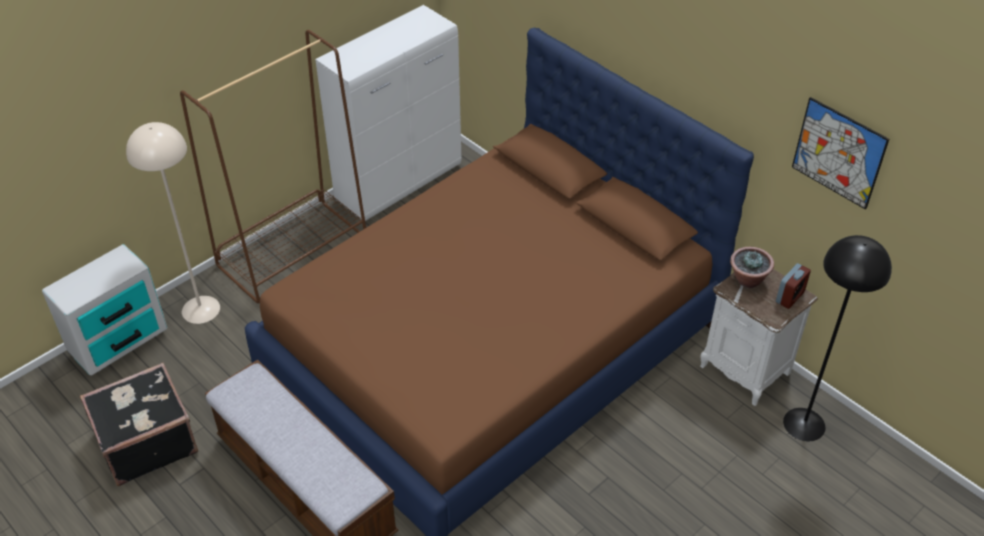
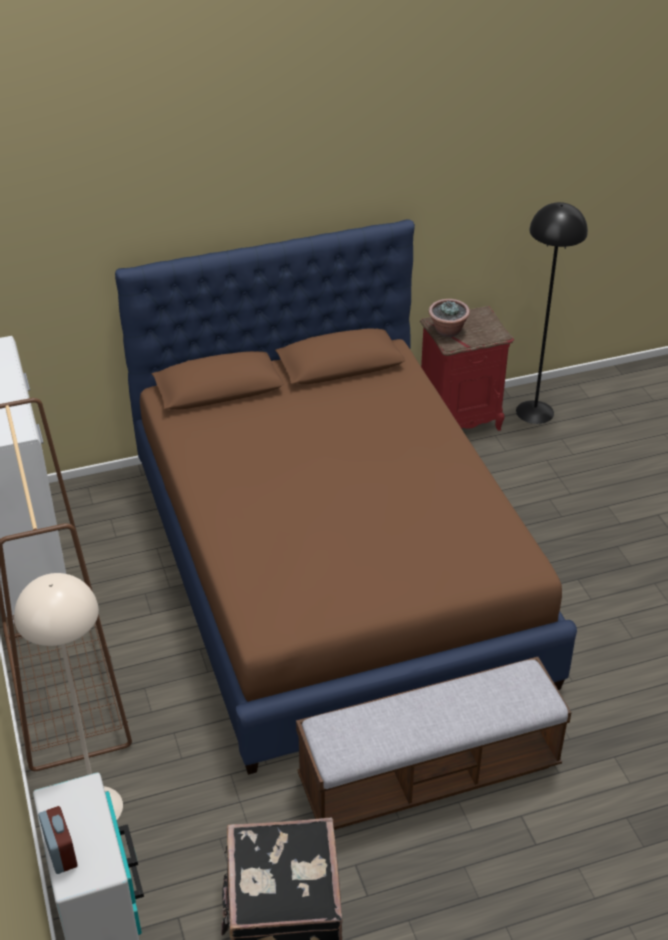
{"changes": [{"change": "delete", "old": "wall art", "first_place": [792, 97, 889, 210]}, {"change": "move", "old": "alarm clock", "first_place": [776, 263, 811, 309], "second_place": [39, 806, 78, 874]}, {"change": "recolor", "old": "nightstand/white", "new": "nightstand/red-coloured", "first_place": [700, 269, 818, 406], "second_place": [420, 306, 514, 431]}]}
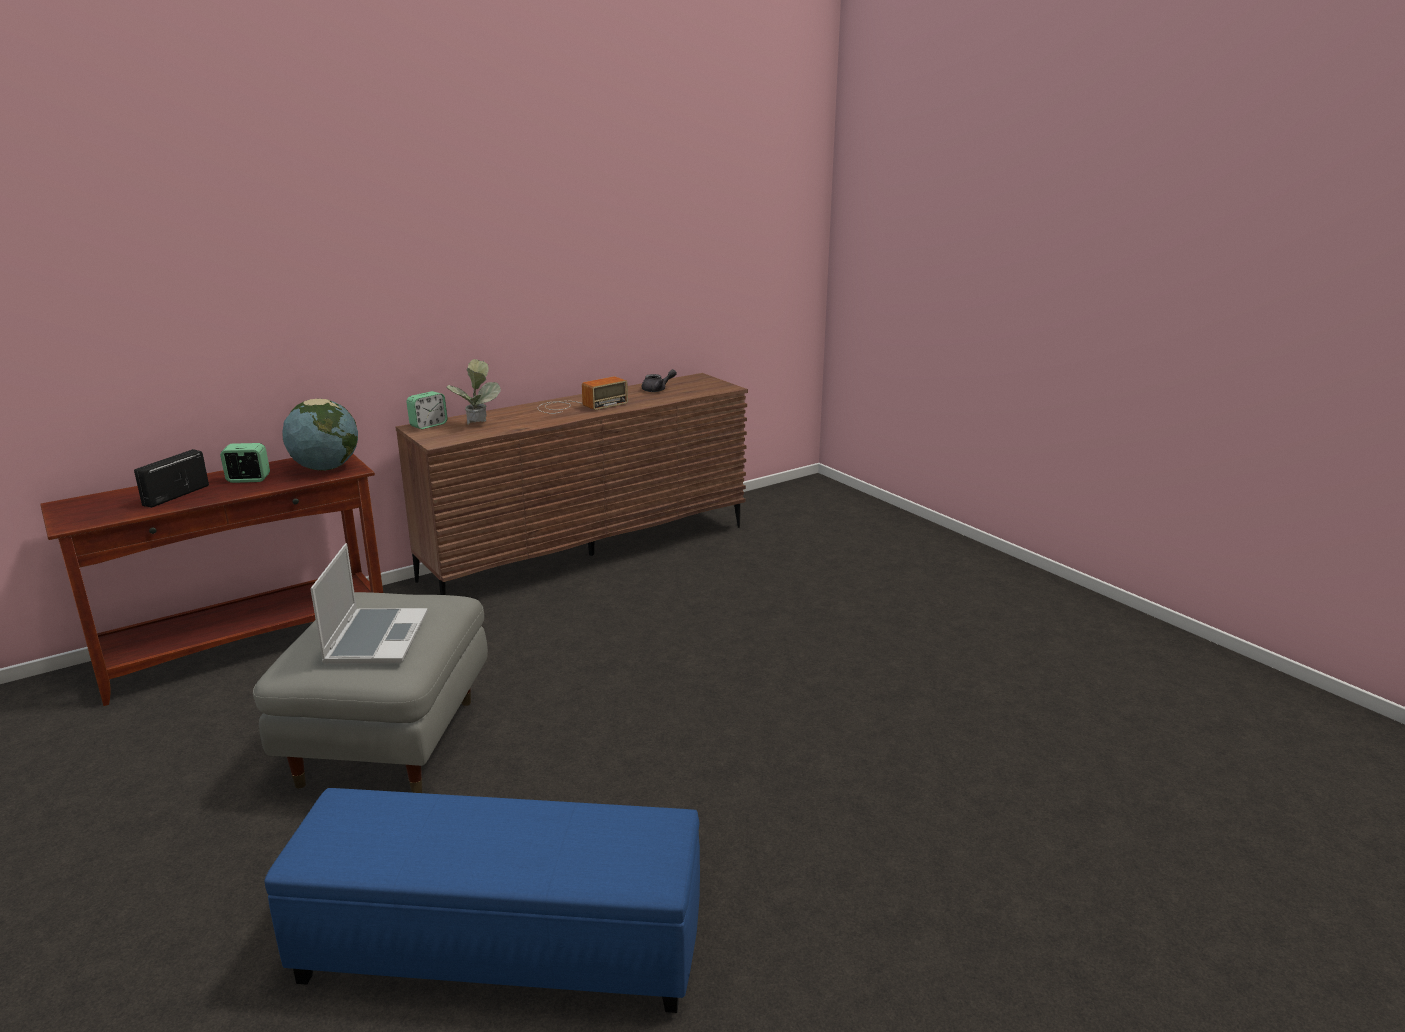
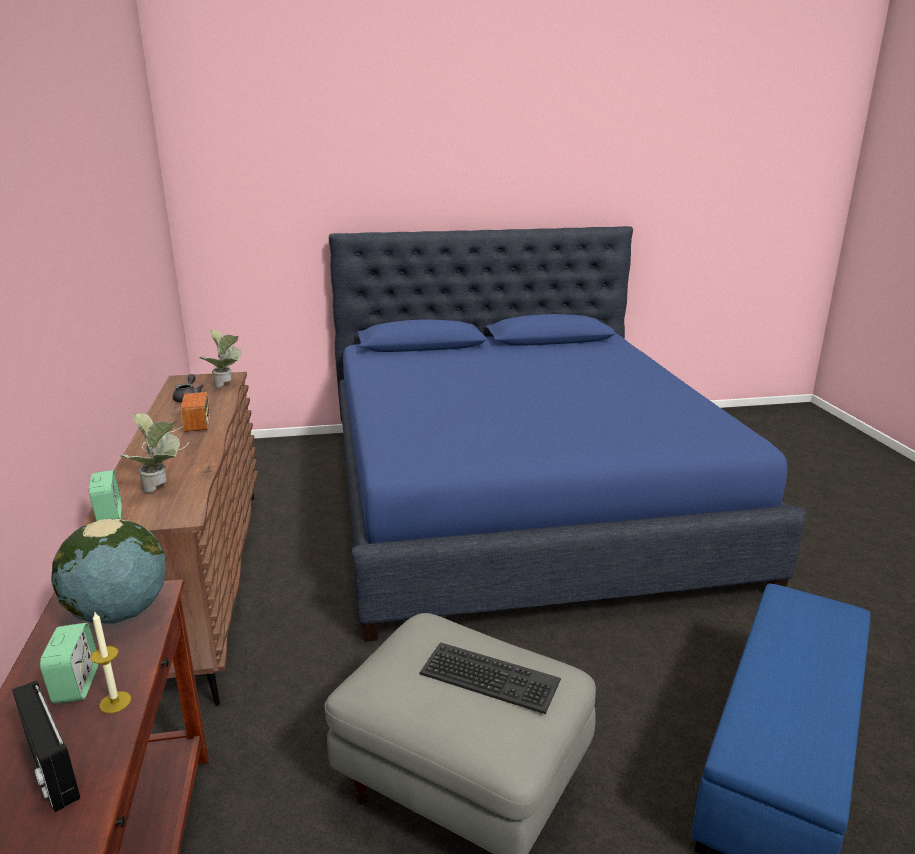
{"changes": [{"change": "rotate", "old": "alarm clock", "first_place": [220, 443, 270, 483], "second_place": [40, 623, 98, 704], "degrees": 150}, {"change": "replace", "old": "portable computer", "new": "computer keyboard", "first_place": [310, 543, 428, 664], "second_place": [419, 642, 561, 714]}, {"change": "insert", "new": "bed/bluish", "second_place": [329, 226, 806, 642]}, {"change": "insert", "new": "potted plant", "second_place": [200, 330, 242, 387]}, {"change": "insert", "new": "wax candle", "second_place": [90, 612, 131, 713]}]}
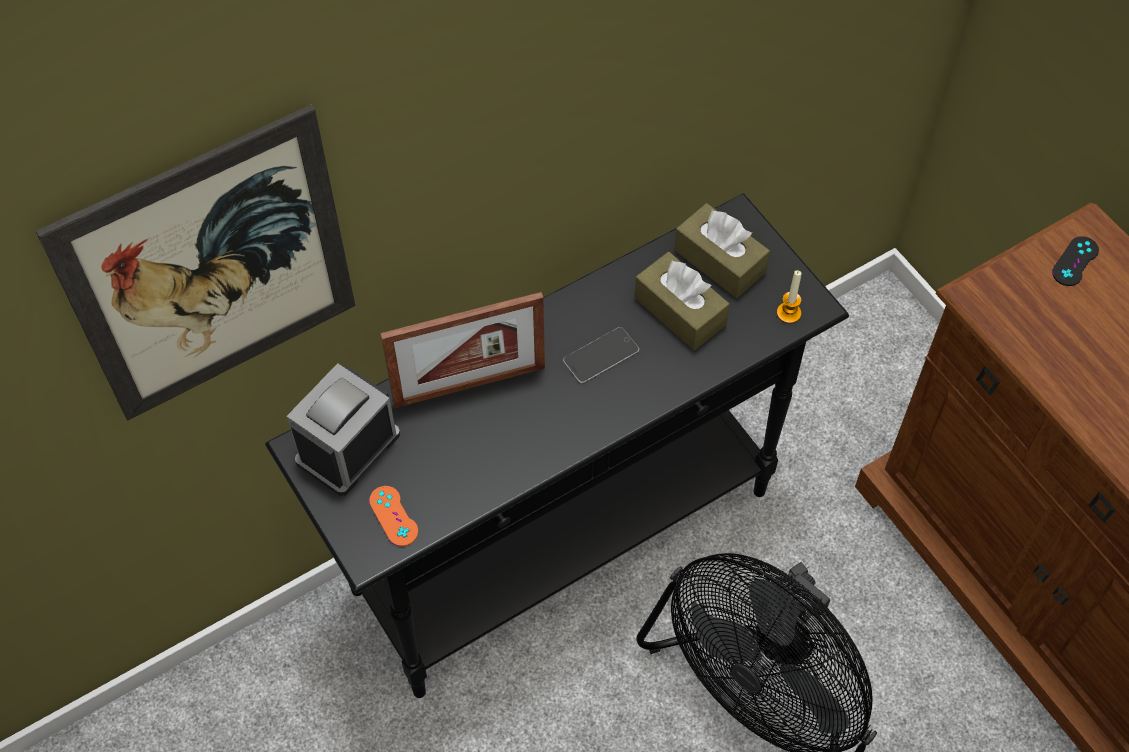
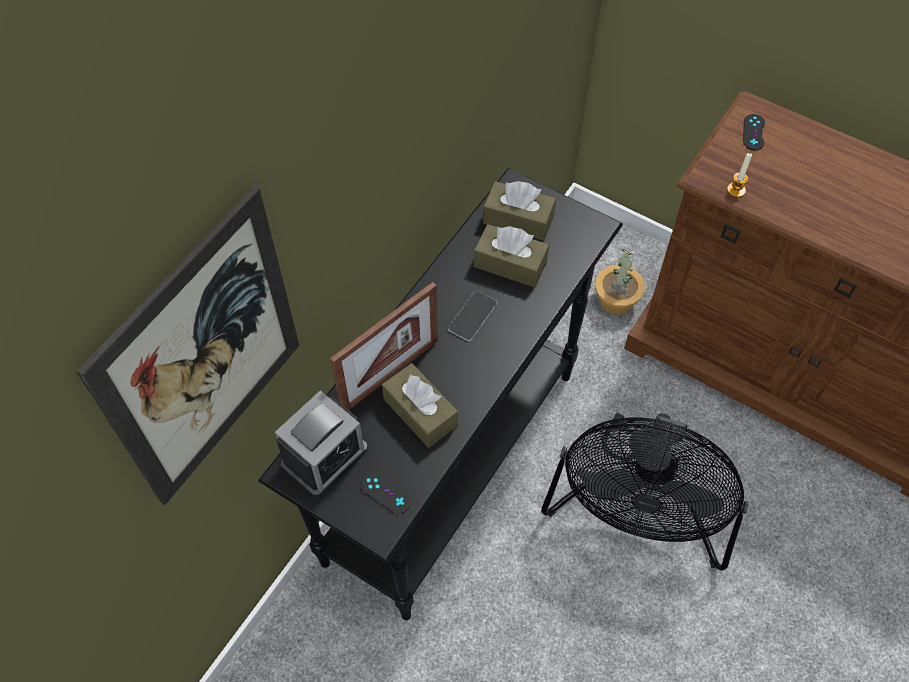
{"changes": [{"change": "move", "old": "wax candle", "first_place": [777, 270, 801, 324], "second_place": [727, 153, 752, 198]}, {"change": "rotate", "old": "alarm clock", "first_place": [287, 363, 400, 496], "second_place": [275, 390, 368, 497], "degrees": -150}, {"change": "recolor", "old": "game controller/orange-coloured", "new": "game controller/black-coloured", "first_place": [369, 486, 418, 546], "second_place": [361, 472, 412, 514]}, {"change": "insert", "new": "potted plant", "second_place": [595, 249, 645, 315]}, {"change": "insert", "new": "box of tissues/brown-coloured", "second_place": [382, 363, 458, 448]}]}
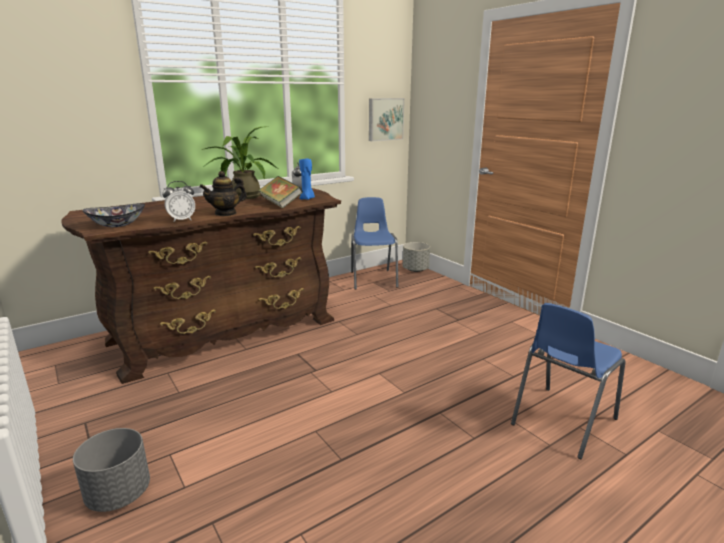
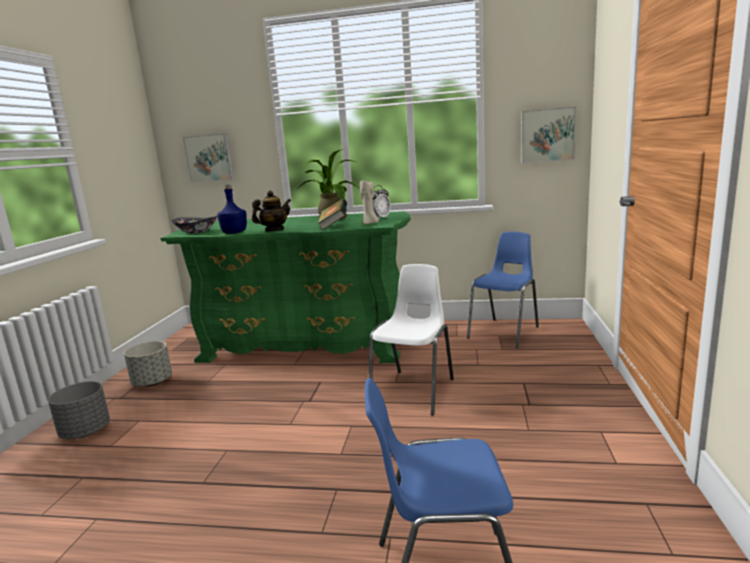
{"changes": [{"change": "recolor", "old": "wax candle/bluish", "new": "wax candle/beige-coloured", "first_place": [299, 159, 315, 200], "second_place": [360, 181, 379, 224]}, {"change": "rotate", "old": "tea pot", "first_place": [199, 171, 247, 216], "second_place": [252, 191, 291, 232], "degrees": 135}, {"change": "replace", "old": "alarm clock", "new": "drink bottle/bluish", "first_place": [162, 181, 195, 222], "second_place": [217, 185, 247, 234]}, {"change": "recolor", "old": "dresser/brown-coloured", "new": "dresser/green", "first_place": [61, 188, 341, 384], "second_place": [160, 211, 411, 363]}, {"change": "move", "old": "flower pot/grey", "first_place": [403, 242, 430, 272], "second_place": [124, 341, 172, 387]}, {"change": "insert", "new": "wall art", "second_place": [183, 133, 234, 183]}, {"change": "insert", "new": "chair/white", "second_place": [369, 264, 454, 415]}]}
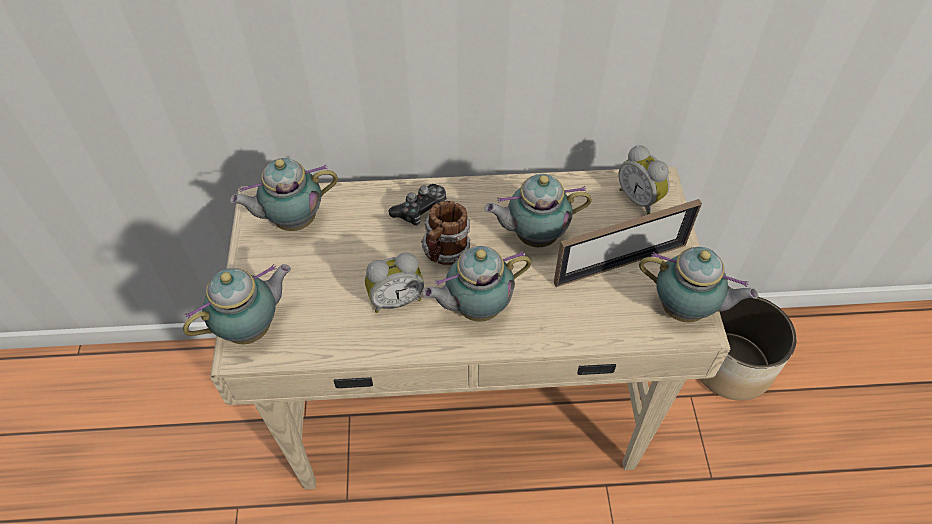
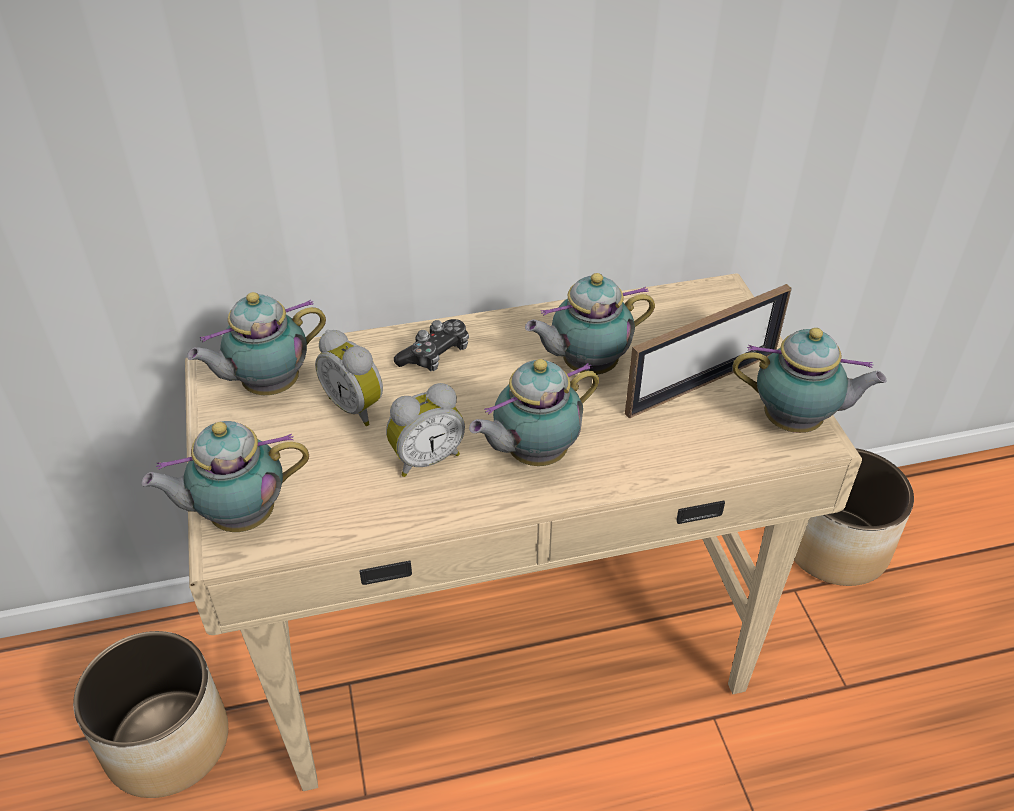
{"changes": [{"change": "move", "old": "alarm clock", "first_place": [618, 145, 670, 215], "second_place": [315, 330, 383, 426]}, {"change": "delete", "old": "tea mug", "first_place": [421, 201, 471, 265]}, {"change": "rotate", "old": "tea pot", "first_place": [183, 264, 291, 344], "second_place": [141, 421, 309, 532], "degrees": -150}, {"change": "insert", "new": "flower pot", "second_place": [73, 631, 228, 798]}]}
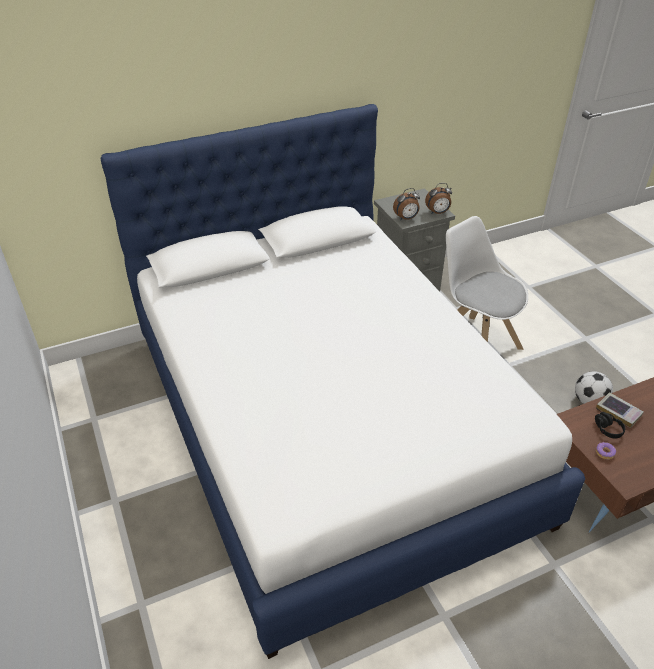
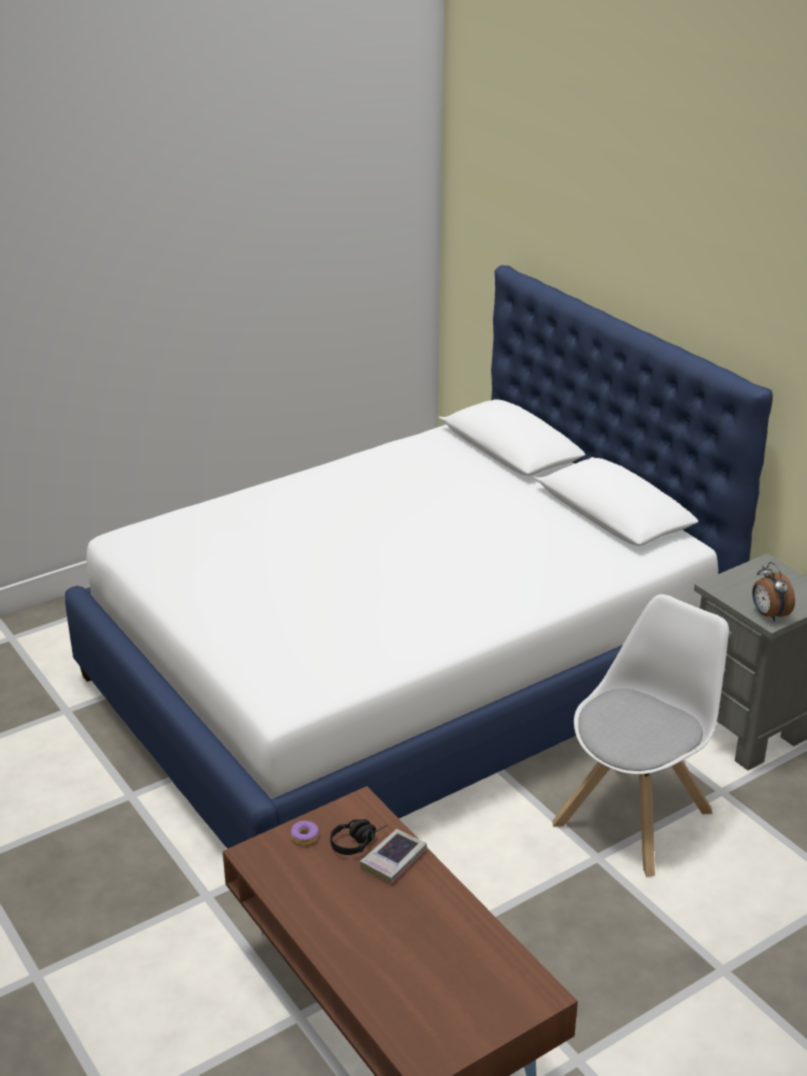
{"changes": [{"change": "delete", "old": "alarm clock", "first_place": [393, 188, 420, 220]}, {"change": "delete", "old": "football ball", "first_place": [575, 371, 613, 404]}]}
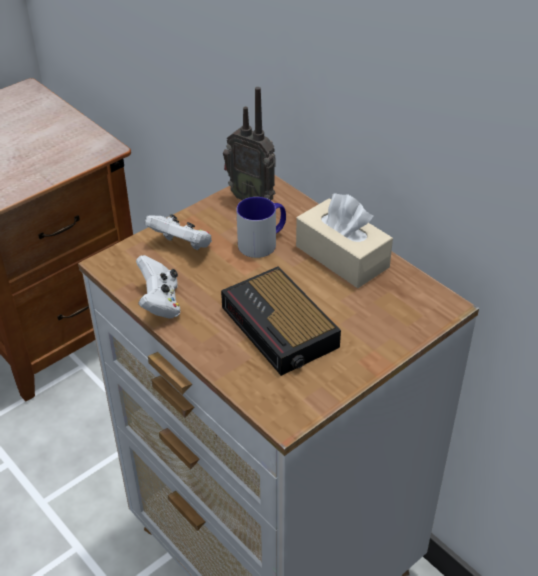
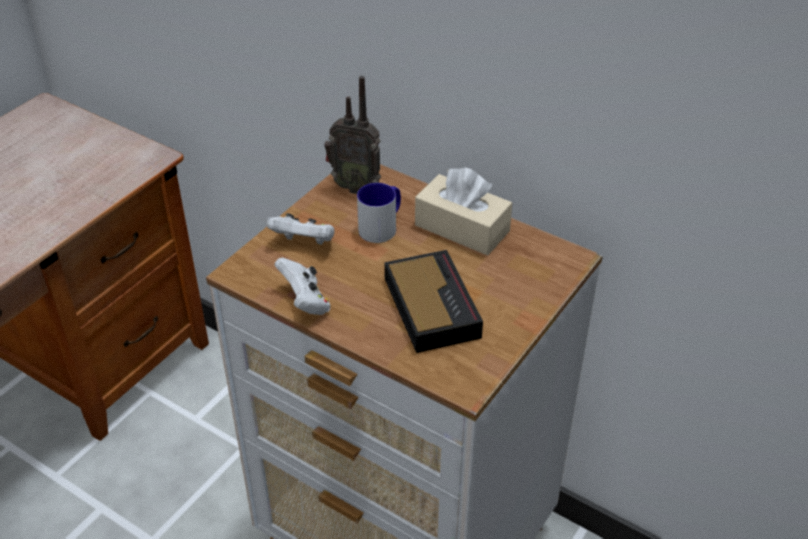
{"changes": [{"change": "rotate", "old": "alarm clock", "first_place": [221, 266, 341, 376], "second_place": [385, 250, 483, 353], "degrees": -150}]}
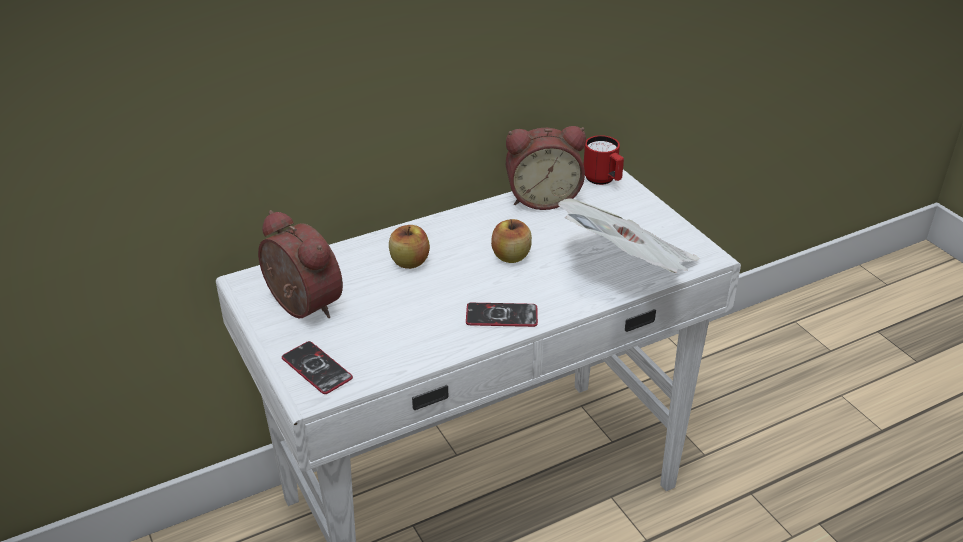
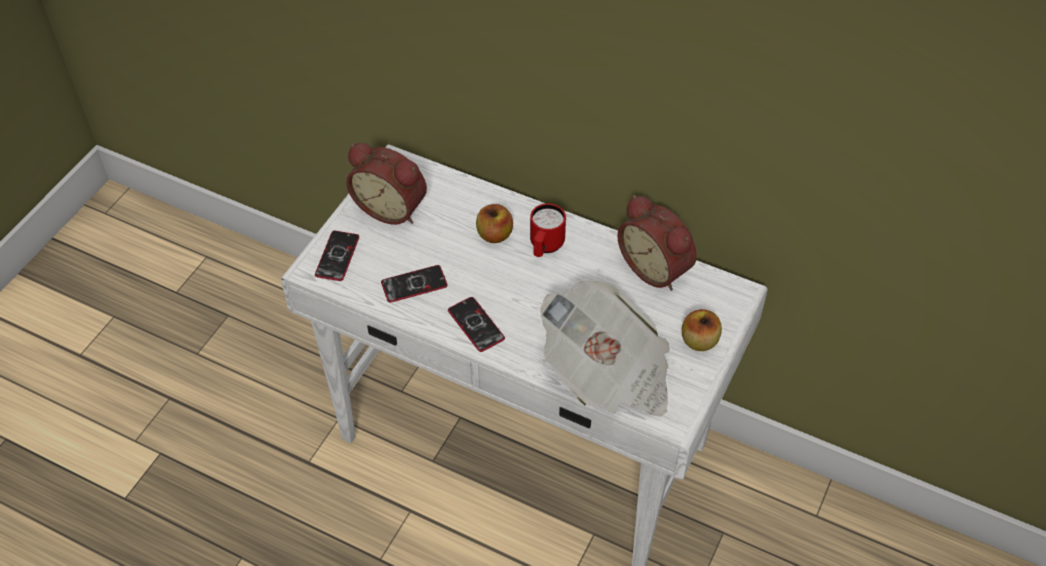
{"changes": [{"change": "move", "old": "tea mug/red-coloured", "first_place": [583, 135, 624, 185], "second_place": [530, 203, 566, 257]}, {"change": "rotate", "old": "alarm clock", "first_place": [258, 210, 343, 318], "second_place": [346, 143, 427, 225], "degrees": 105}, {"change": "move", "old": "whole apple", "first_place": [491, 219, 532, 263], "second_place": [682, 309, 722, 351]}, {"change": "insert", "new": "phone", "second_place": [381, 265, 448, 303]}]}
